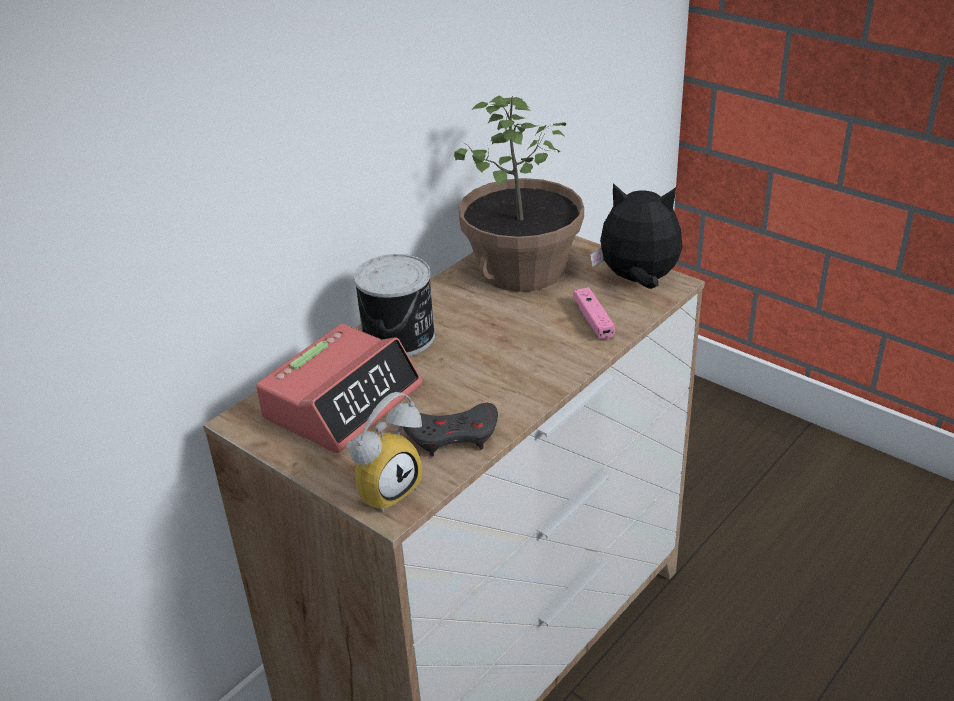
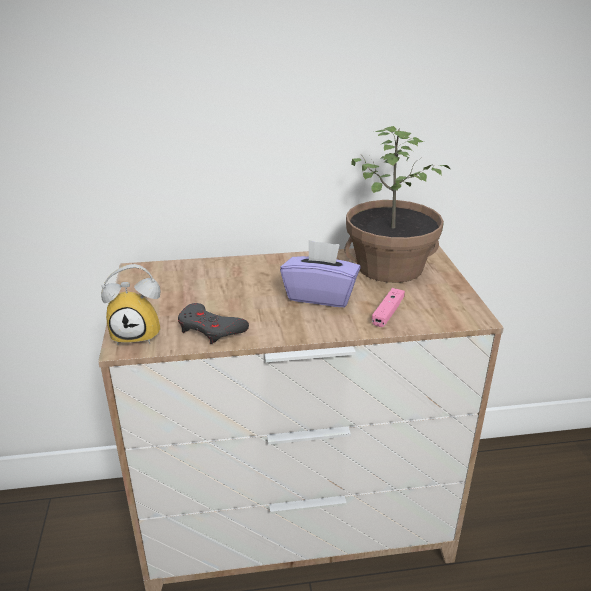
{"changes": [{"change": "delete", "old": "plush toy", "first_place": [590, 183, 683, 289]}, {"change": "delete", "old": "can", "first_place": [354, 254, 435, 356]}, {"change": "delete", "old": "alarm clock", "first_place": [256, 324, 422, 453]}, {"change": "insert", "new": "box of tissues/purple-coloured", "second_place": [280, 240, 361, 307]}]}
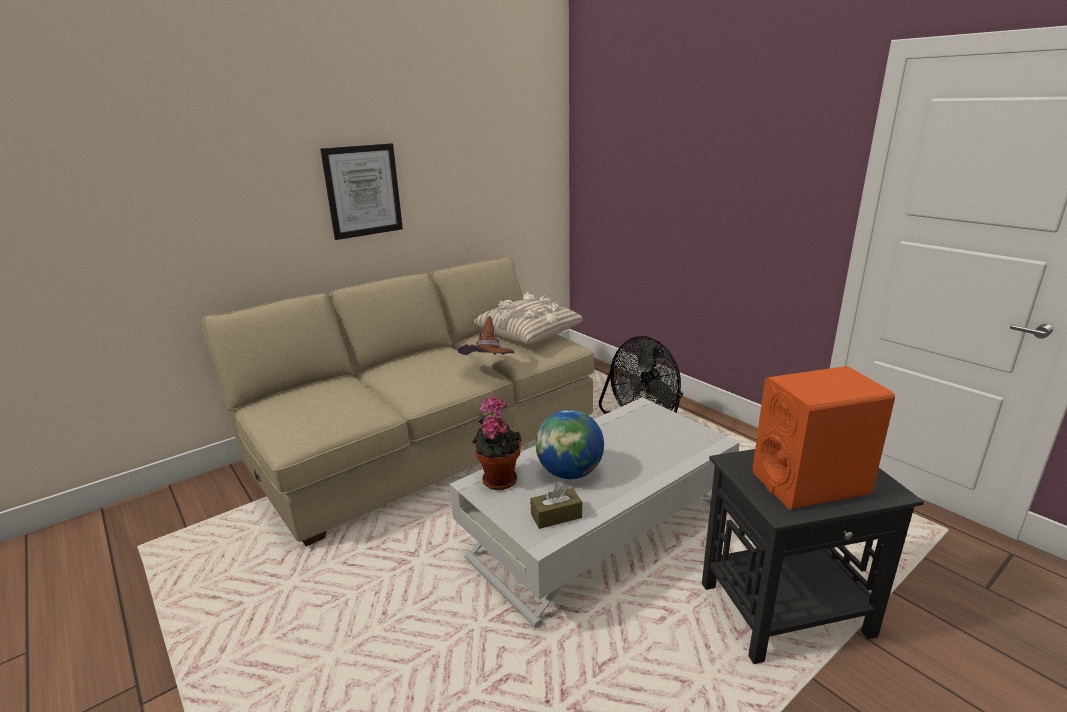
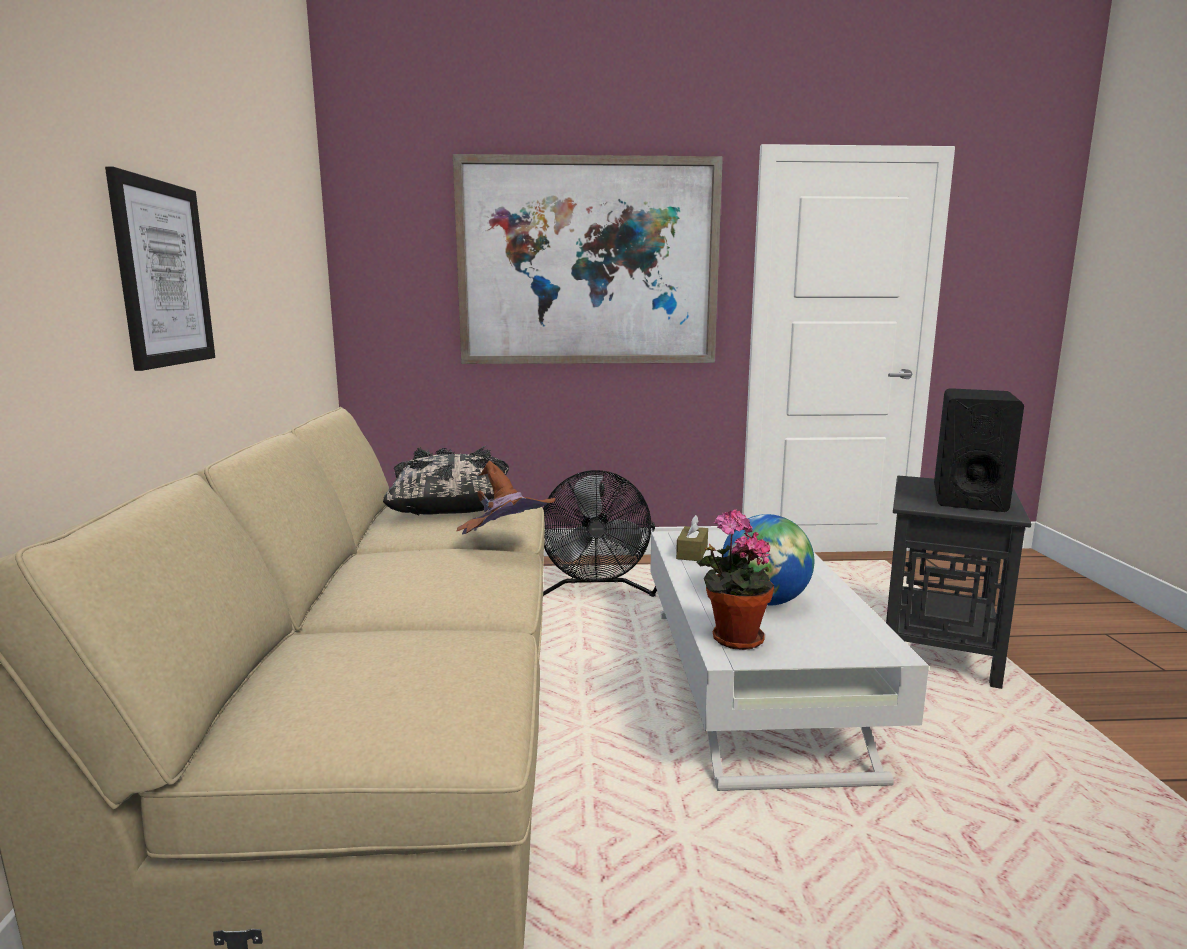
{"changes": [{"change": "recolor", "old": "throw pillow/beige-coloured", "new": "throw pillow/black-coloured", "first_place": [474, 293, 583, 344], "second_place": [383, 446, 509, 515]}, {"change": "recolor", "old": "audio speaker/orange-coloured", "new": "audio speaker/black-coloured", "first_place": [753, 366, 895, 509], "second_place": [934, 388, 1024, 512]}, {"change": "move", "old": "box of tissues/brown-coloured", "first_place": [530, 484, 582, 529], "second_place": [676, 515, 708, 561]}, {"change": "insert", "new": "wall art", "second_place": [453, 154, 723, 364]}]}
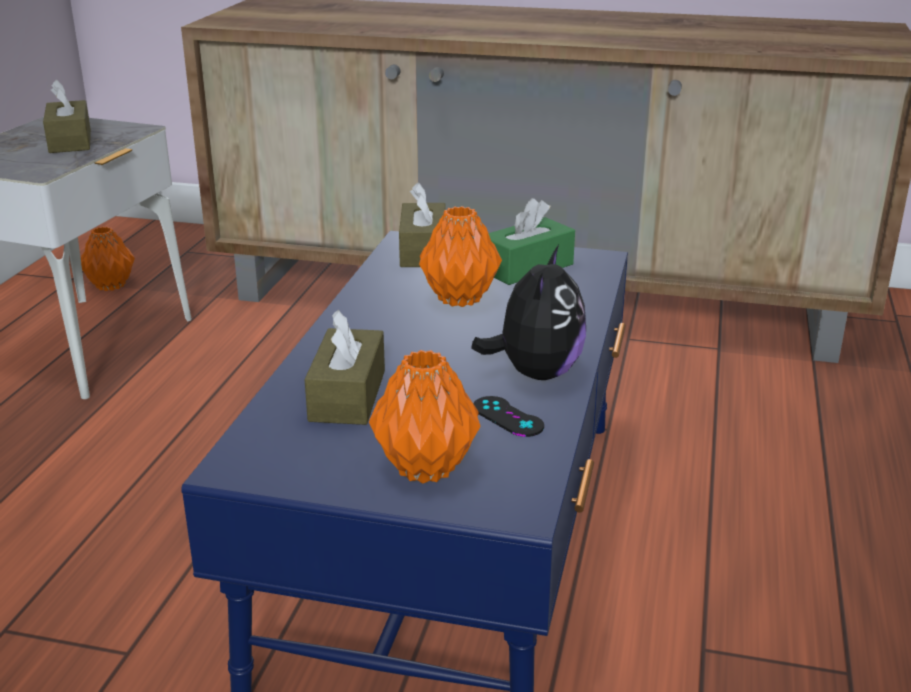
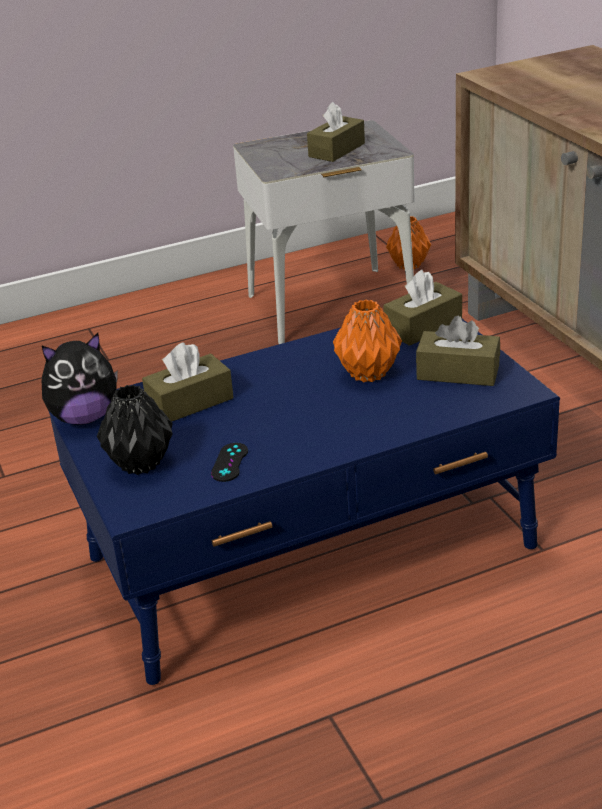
{"changes": [{"change": "recolor", "old": "box of tissues/green", "new": "box of tissues/brown-coloured", "first_place": [489, 198, 575, 285], "second_place": [416, 316, 500, 386]}, {"change": "move", "old": "plush toy", "first_place": [471, 245, 586, 380], "second_place": [42, 333, 118, 425]}, {"change": "recolor", "old": "decorative vase/orange-coloured", "new": "decorative vase/black-coloured", "first_place": [369, 350, 480, 484], "second_place": [97, 385, 173, 475]}]}
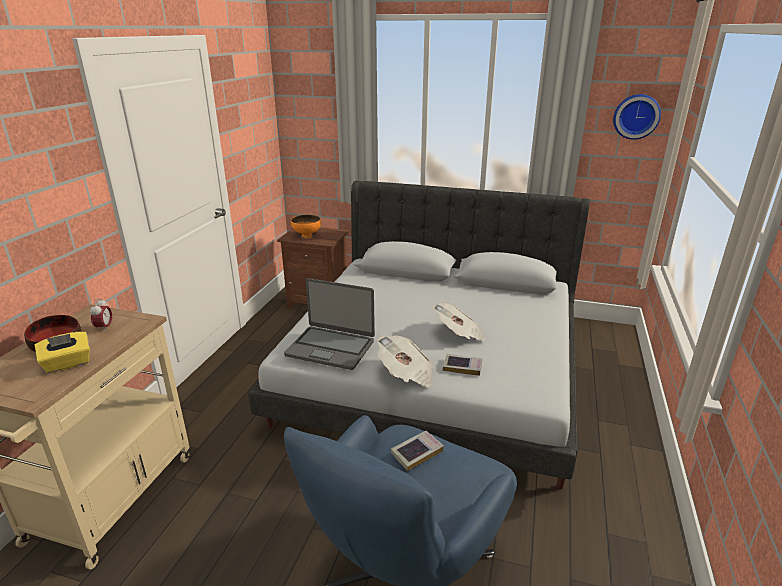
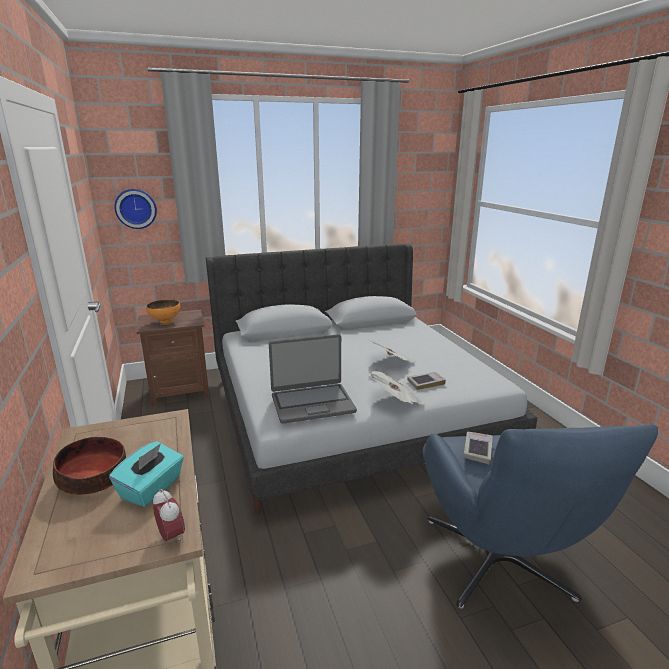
{"changes": [{"change": "move", "old": "hanging clock", "first_place": [613, 94, 661, 140], "second_place": [114, 189, 157, 229]}, {"change": "move", "old": "alarm clock", "first_place": [90, 298, 112, 332], "second_place": [153, 489, 185, 543]}, {"change": "recolor", "old": "box of tissues/yellow", "new": "box of tissues/blue-green", "first_place": [35, 332, 90, 373], "second_place": [109, 441, 184, 507]}]}
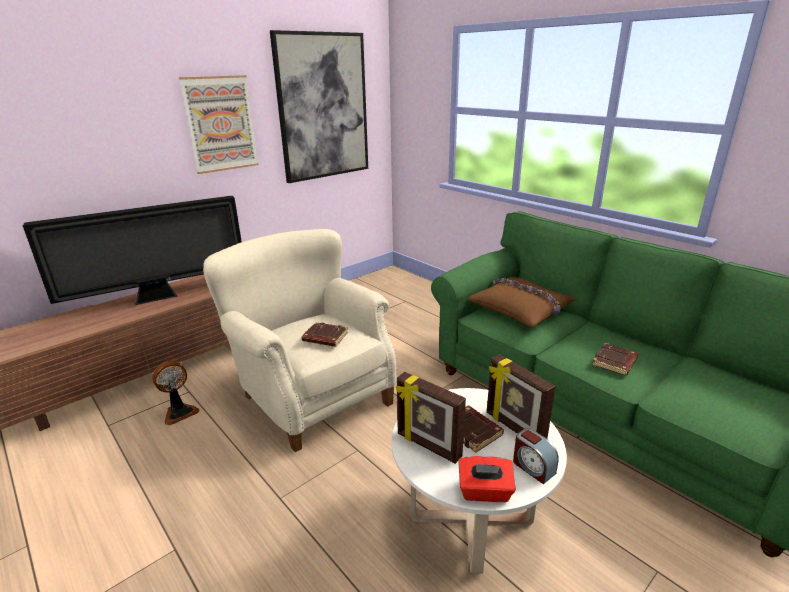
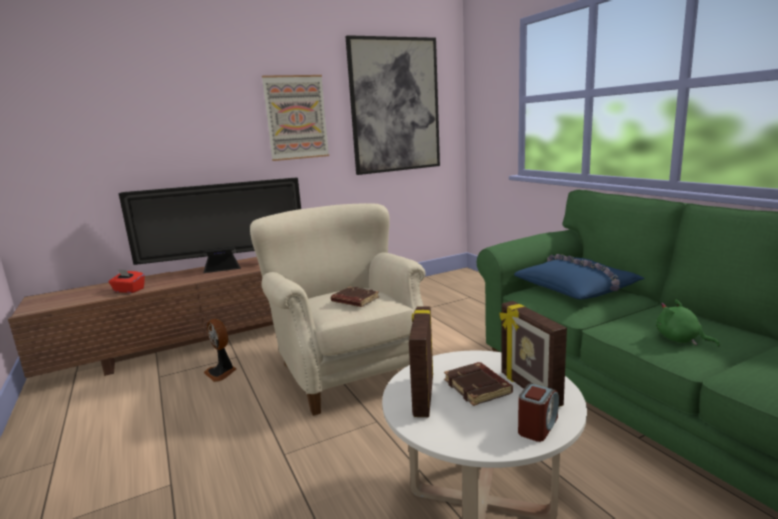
{"changes": [{"change": "recolor", "old": "throw pillow/brown-coloured", "new": "throw pillow/bluish", "first_place": [467, 276, 577, 327], "second_place": [514, 254, 645, 300]}, {"change": "replace", "old": "book/brown-coloured", "new": "plush toy/green", "first_place": [592, 343, 638, 376], "second_place": [656, 300, 720, 347]}, {"change": "rotate", "old": "fan", "first_place": [152, 361, 199, 425], "second_place": [204, 319, 236, 382], "degrees": 75}, {"change": "rotate", "old": "picture frame", "first_place": [396, 372, 466, 464], "second_place": [409, 306, 433, 417], "degrees": 45}, {"change": "rotate", "old": "alarm clock", "first_place": [513, 428, 559, 484], "second_place": [518, 383, 559, 442], "degrees": -120}, {"change": "move", "old": "box of tissues/red-coloured", "first_place": [458, 456, 516, 502], "second_place": [108, 269, 145, 293]}]}
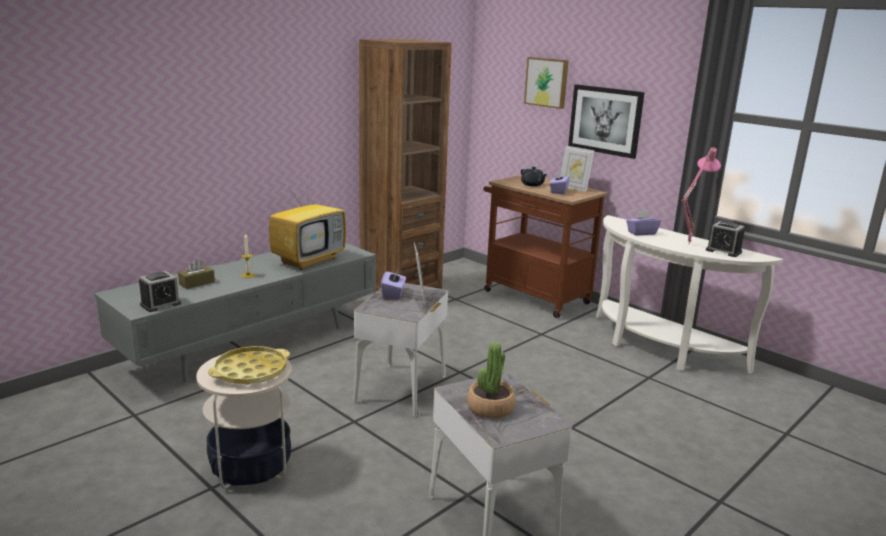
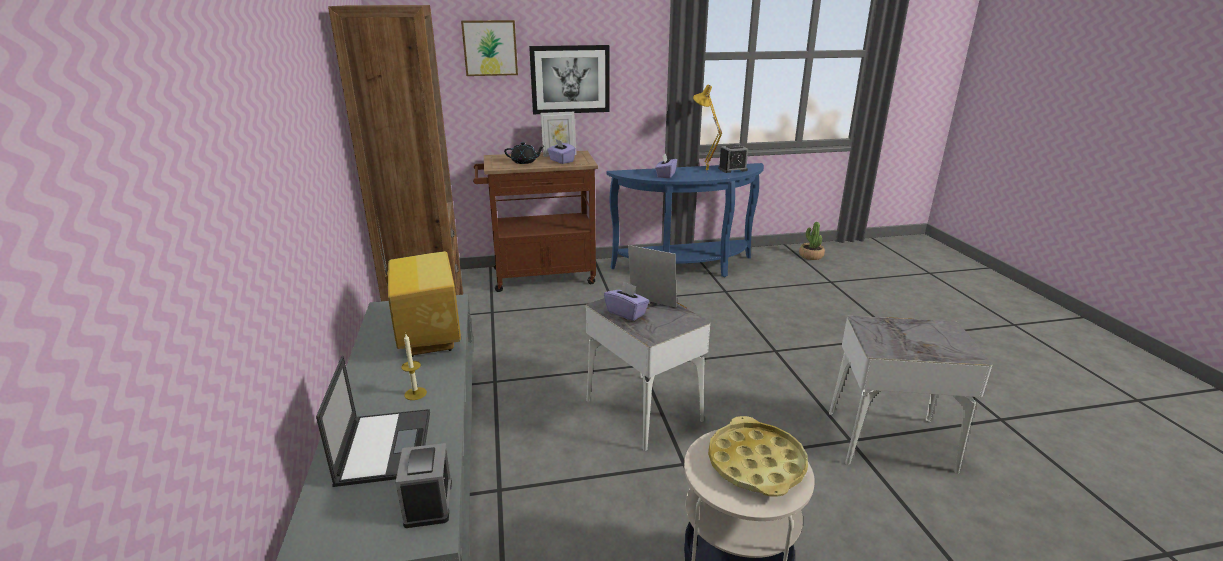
{"changes": [{"change": "recolor", "old": "lamp for a table/pink-coloured", "new": "lamp for a table/yellow", "first_place": [682, 147, 721, 244], "second_place": [693, 85, 722, 173]}, {"change": "recolor", "old": "hall table/white", "new": "hall table/bluish", "first_place": [596, 215, 783, 374], "second_place": [606, 163, 764, 277]}, {"change": "replace", "old": "box of tissues/brown-coloured", "new": "portable computer", "first_place": [178, 259, 215, 289], "second_place": [316, 356, 430, 487]}, {"change": "move", "old": "potted plant", "first_place": [467, 342, 516, 418], "second_place": [799, 222, 825, 260]}]}
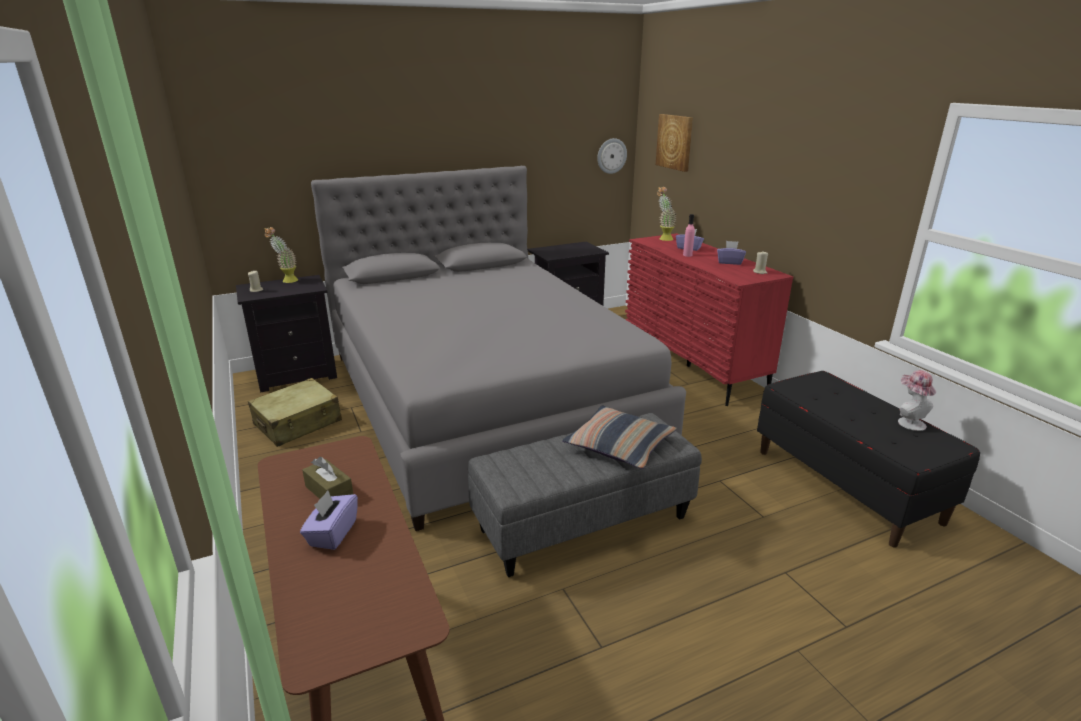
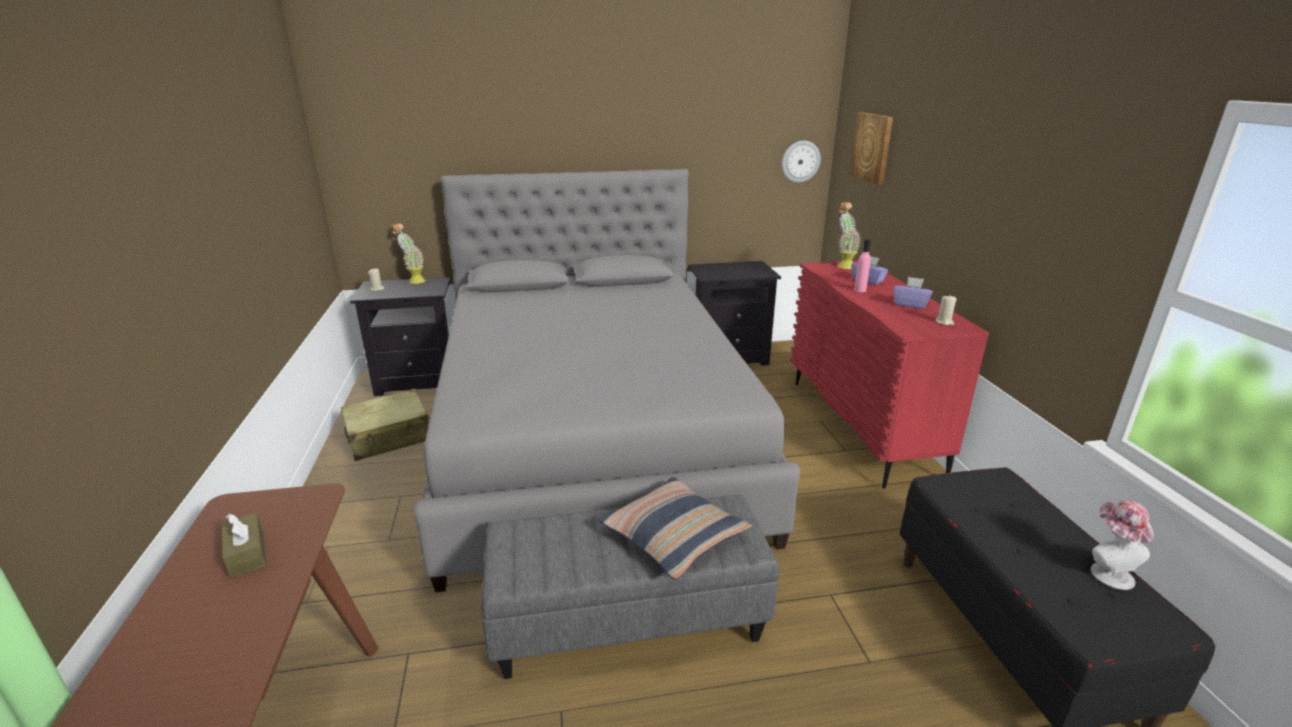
{"changes": [{"change": "delete", "old": "box of tissues/purple-coloured", "first_place": [300, 490, 358, 550]}]}
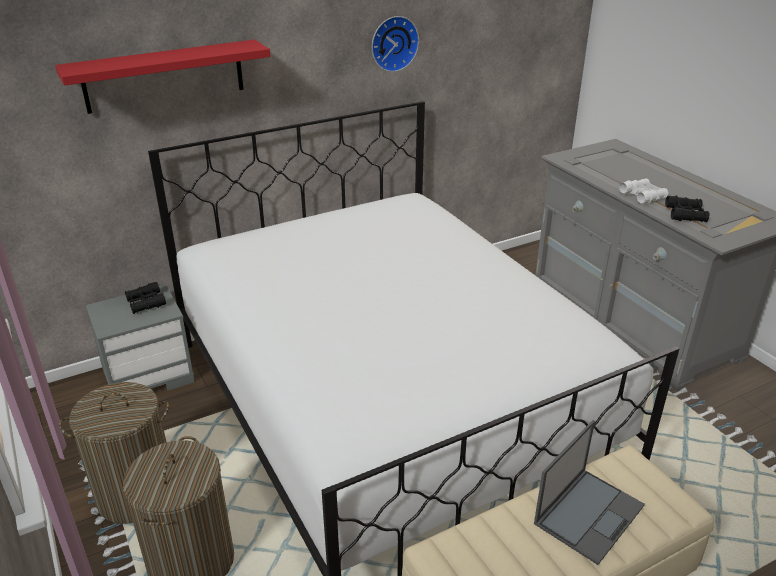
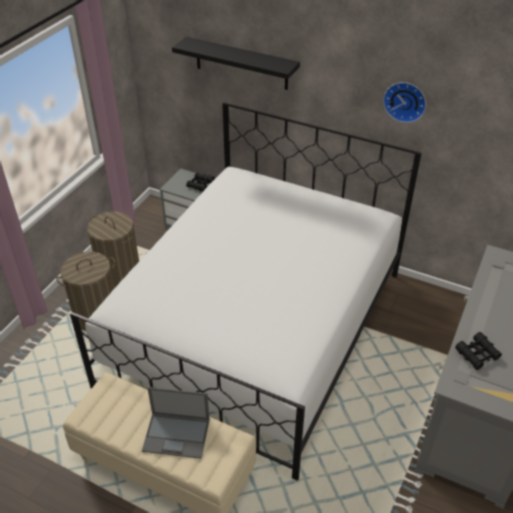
{"changes": [{"change": "recolor", "old": "shelf/red-coloured", "new": "shelf/black-coloured", "first_place": [55, 40, 270, 114], "second_place": [172, 37, 300, 90]}, {"change": "delete", "old": "pair of binoculars/white", "first_place": [619, 178, 669, 203]}]}
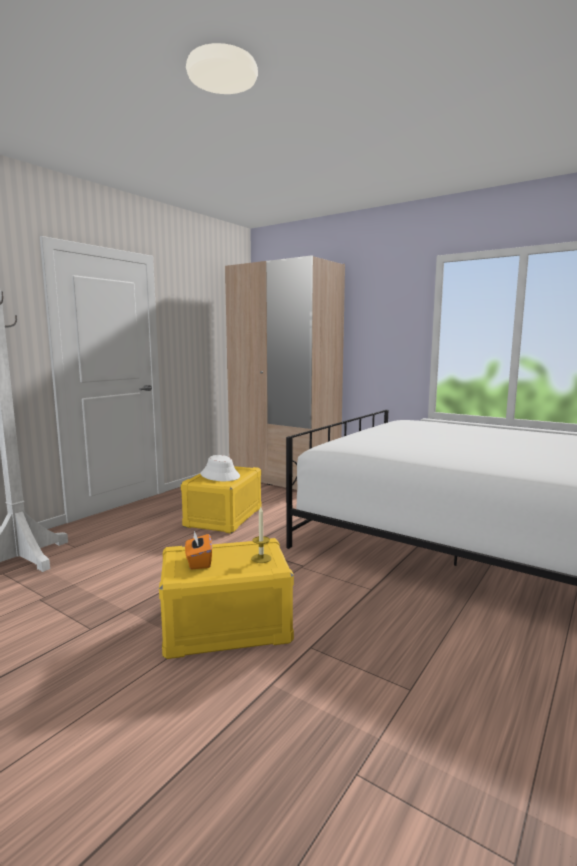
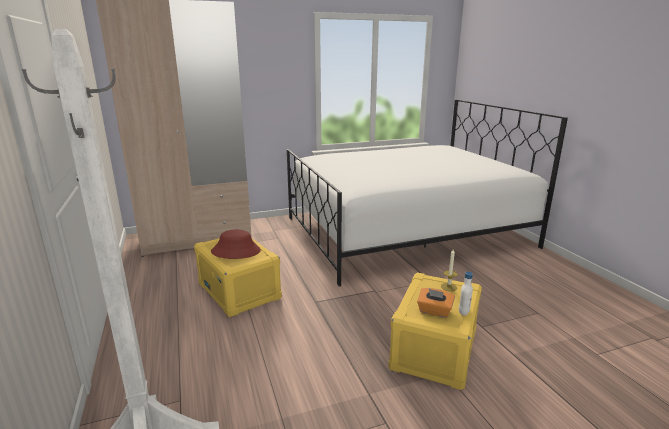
{"changes": [{"change": "recolor", "old": "hat/white", "new": "hat/red-coloured", "first_place": [201, 455, 240, 481], "second_place": [211, 230, 261, 259]}, {"change": "insert", "new": "drink bottle/white", "second_place": [459, 272, 473, 316]}]}
